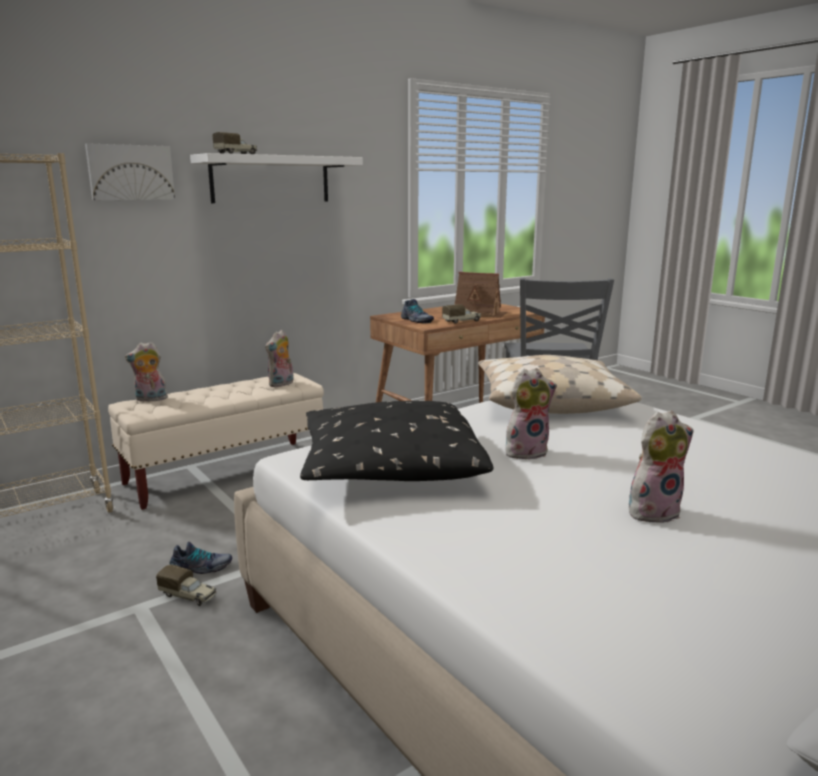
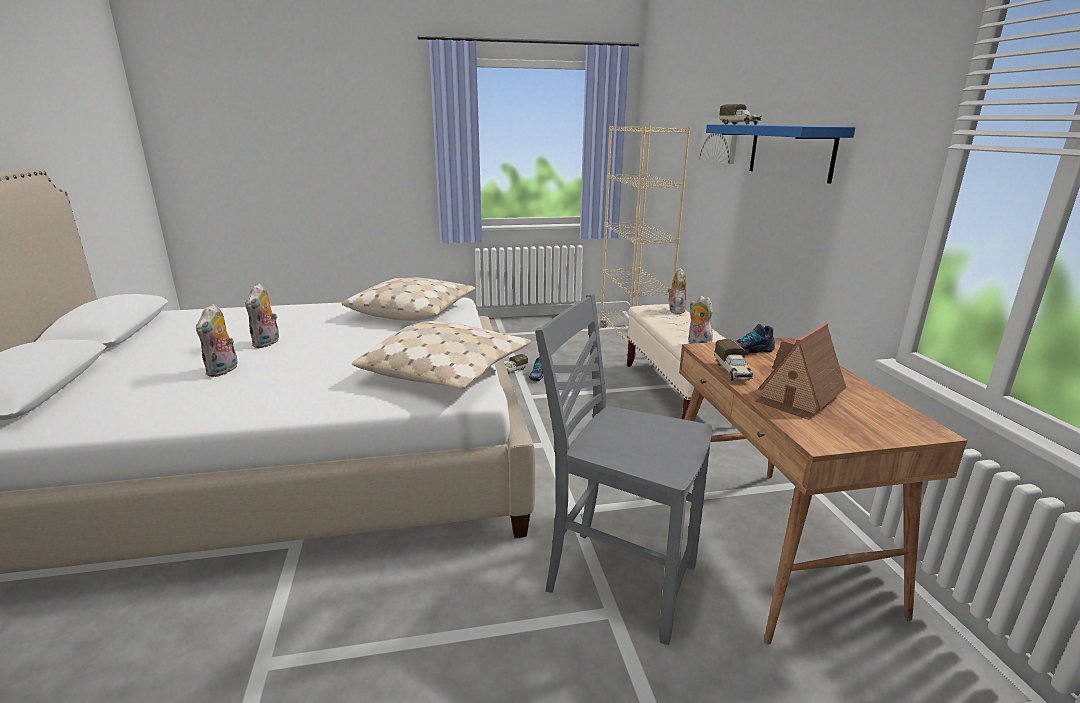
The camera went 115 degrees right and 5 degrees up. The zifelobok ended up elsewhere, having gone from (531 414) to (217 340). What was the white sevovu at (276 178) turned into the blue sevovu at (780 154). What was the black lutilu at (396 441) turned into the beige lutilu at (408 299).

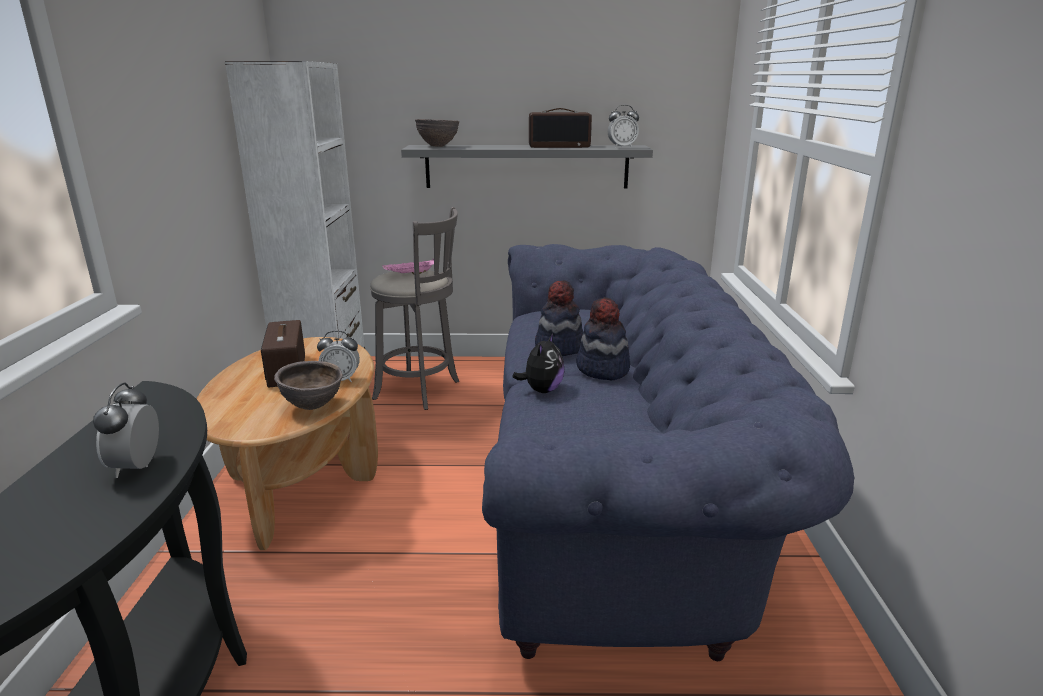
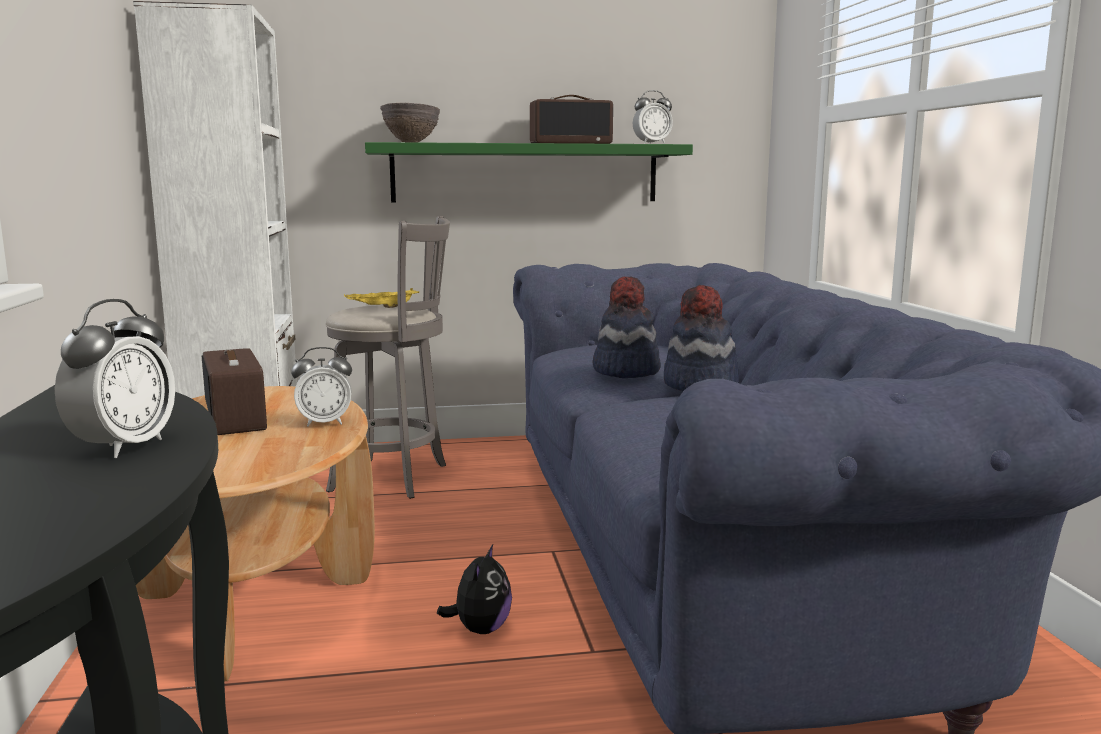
The camera went 10 degrees left and 10 degrees down. The second view lost the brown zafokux at (308 385). The zifelobok ended up elsewhere, having gone from (538 362) to (474 589). What was the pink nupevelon at (408 266) turned into the yellow nupevelon at (381 298). What was the grey sevovu at (527 166) turned into the green sevovu at (529 172). The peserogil at (126 430) ended up facing another way, 150 degrees counterclockwise from before.

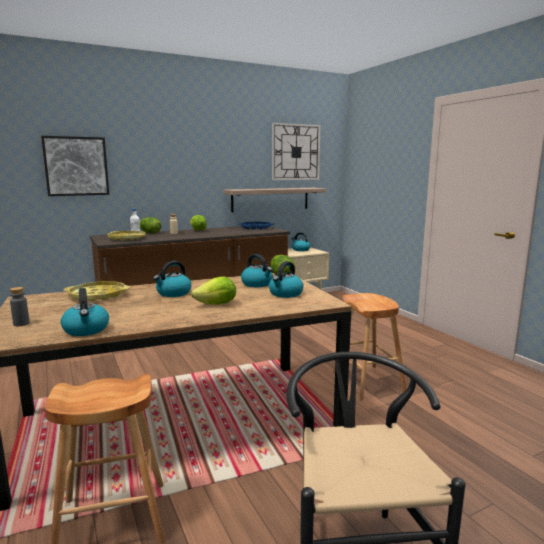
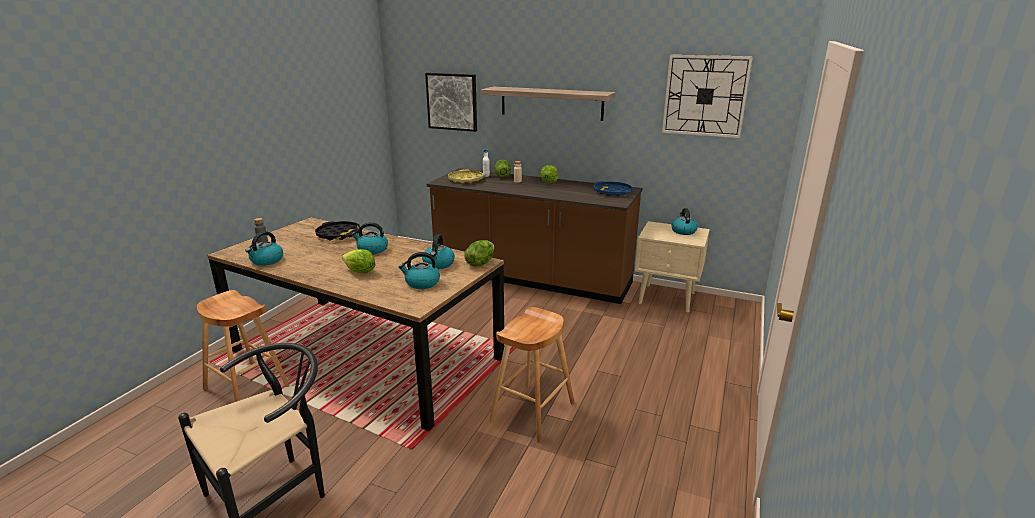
The camera went 50 degrees right and 10 degrees up. The sevovu ended up elsewhere, having gone from (274 200) to (547 104). What was the yellow nupevelon at (97 291) turned into the black nupevelon at (337 231).

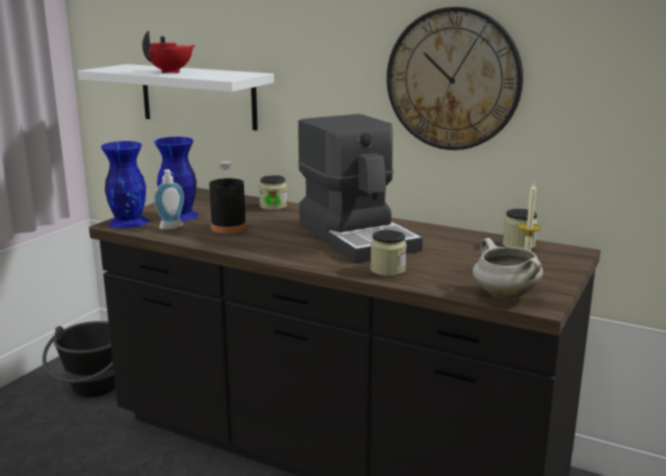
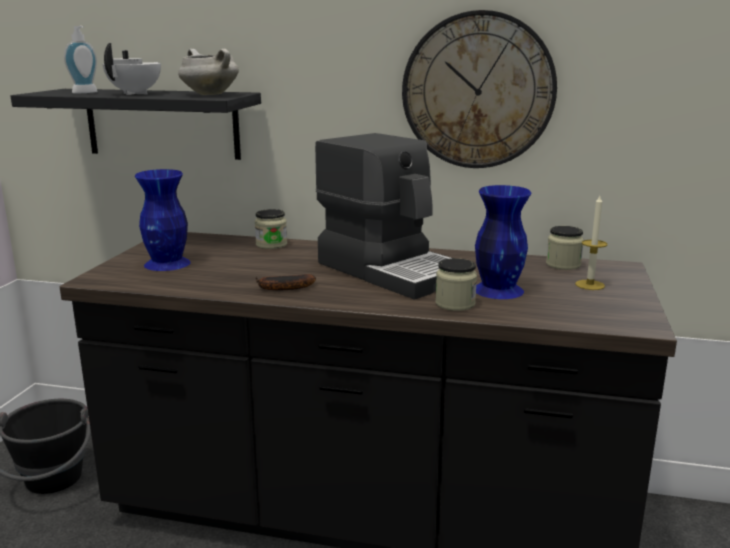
The camera went 15 degrees left and 0 degrees up. The second view lost the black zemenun at (227 197). The second view gained the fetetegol at (286 282). The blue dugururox ended up elsewhere, having gone from (125 184) to (503 242). The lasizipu ended up elsewhere, having gone from (169 199) to (80 60). The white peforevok ended up elsewhere, having gone from (508 269) to (208 72). What was the white sevovu at (176 97) turned into the black sevovu at (136 124). What was the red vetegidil at (168 52) turned into the white vetegidil at (131 69).

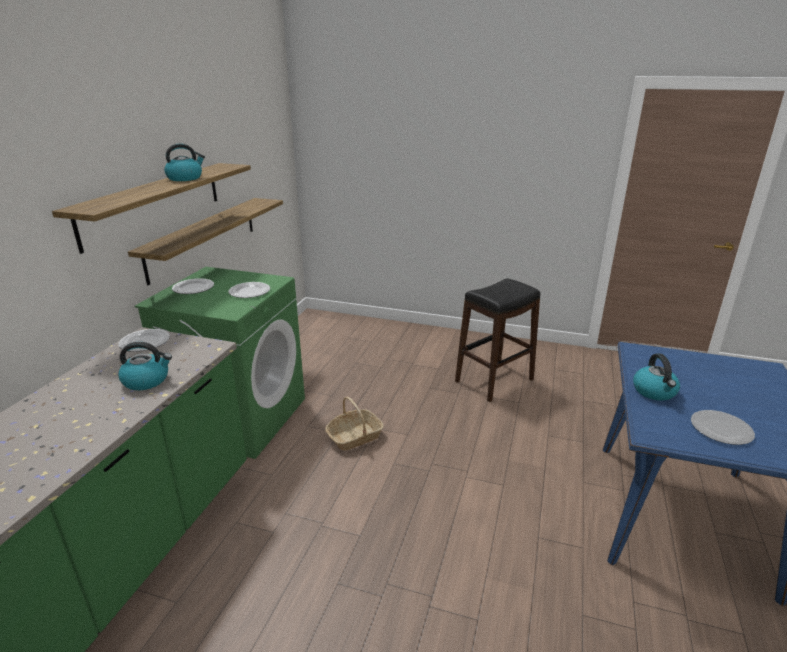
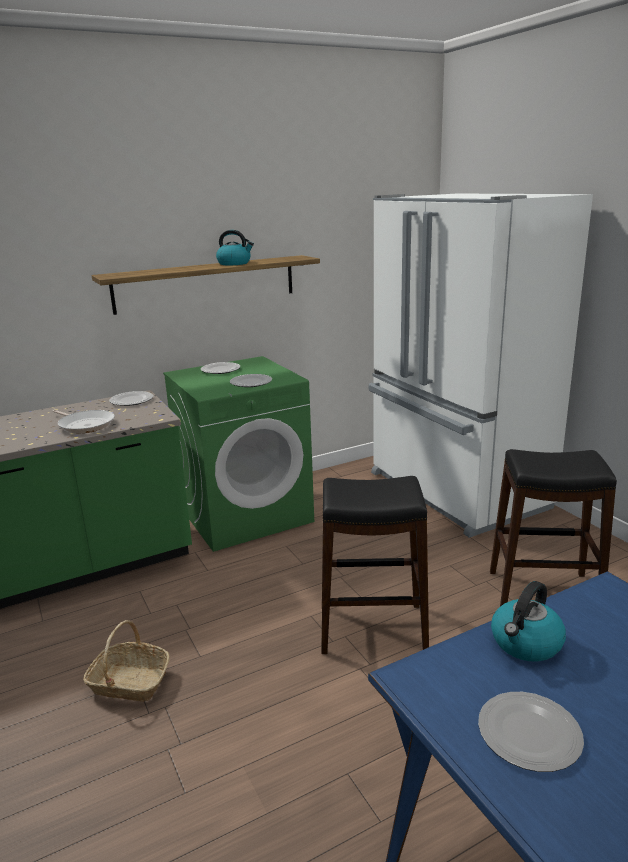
The camera went 45 degrees right and 5 degrees down. The second view lost the sevovu at (205 241). The second view gained the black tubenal at (375 565). The second view gained the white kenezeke at (481 366). The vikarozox ended up elsewhere, having gone from (354 424) to (126 661). Where the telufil stood at (145 366), the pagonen came to stand at (84 421).

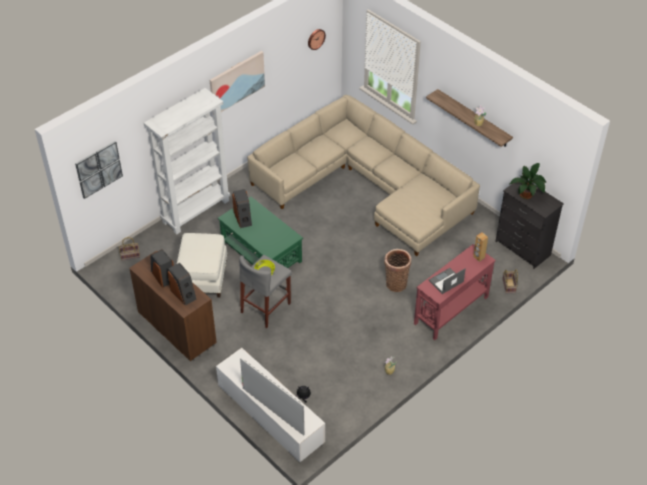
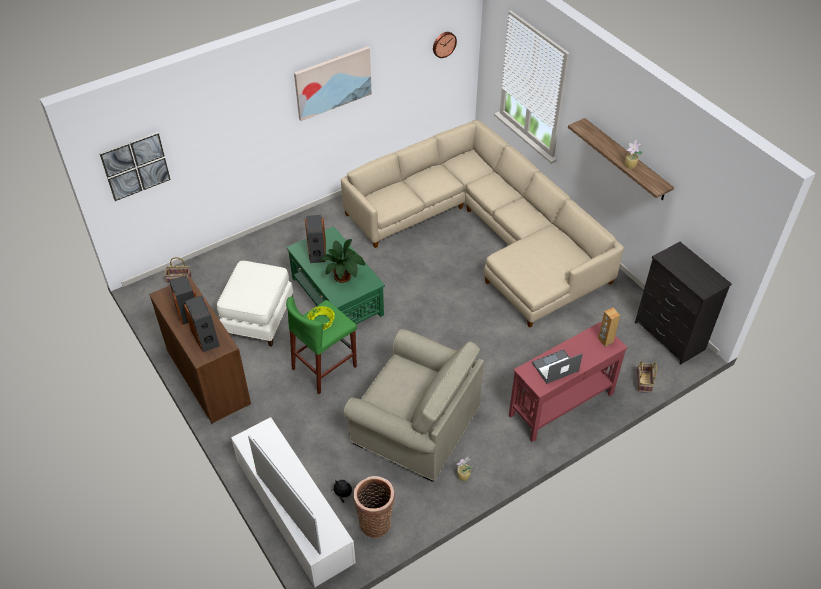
The camera went 10 degrees right and 0 degrees up. The second view lost the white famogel at (187 161). The second view gained the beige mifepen at (414 405). The vikarozox ended up elsewhere, having gone from (397 270) to (374 507). The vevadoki ended up elsewhere, having gone from (527 181) to (342 261). What was the grey tubenal at (265 291) turned into the green tubenal at (321 345).

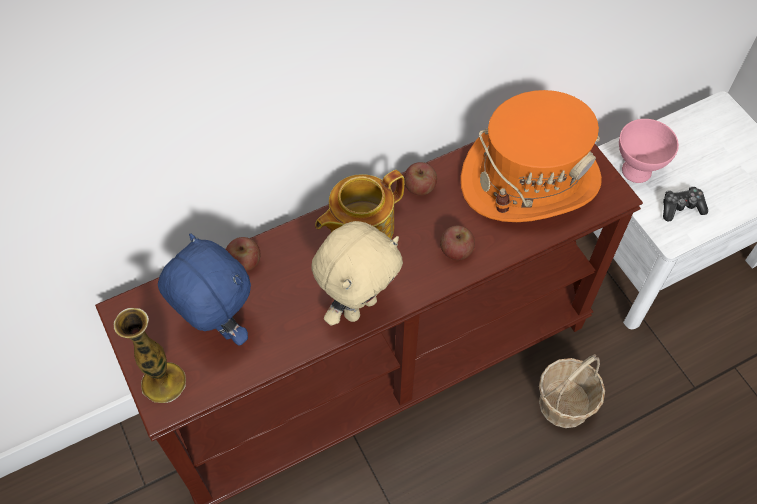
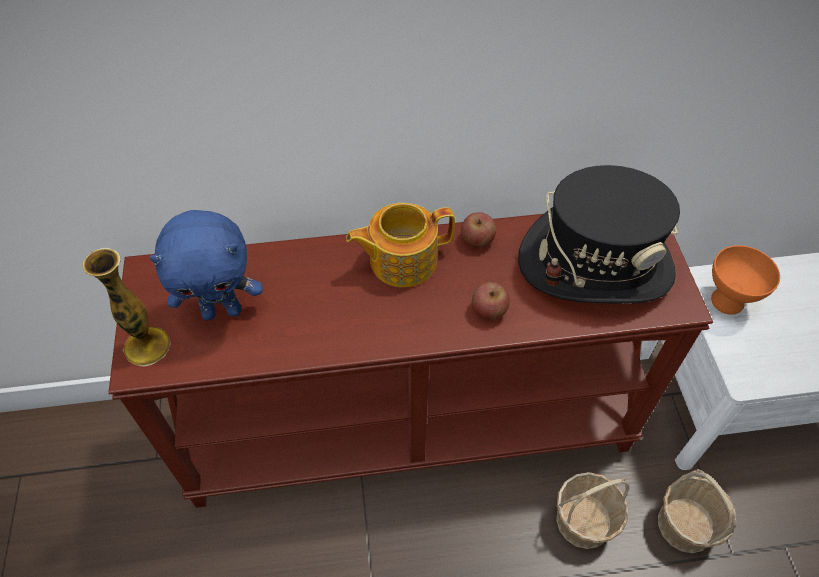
The camera went 20 degrees right and 5 degrees down. The second view lost the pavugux at (243 254). The second view lost the beige zifelobok at (357 273). The second view lost the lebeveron at (685 203). The second view gained the vikarozox at (697 511). What was the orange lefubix at (531 156) turned into the black lefubix at (599 234). What was the pink zafokux at (649 151) turned into the orange zafokux at (745 280). The blue zifelobok at (204 289) ended up facing another way, 105 degrees clockwise from before.

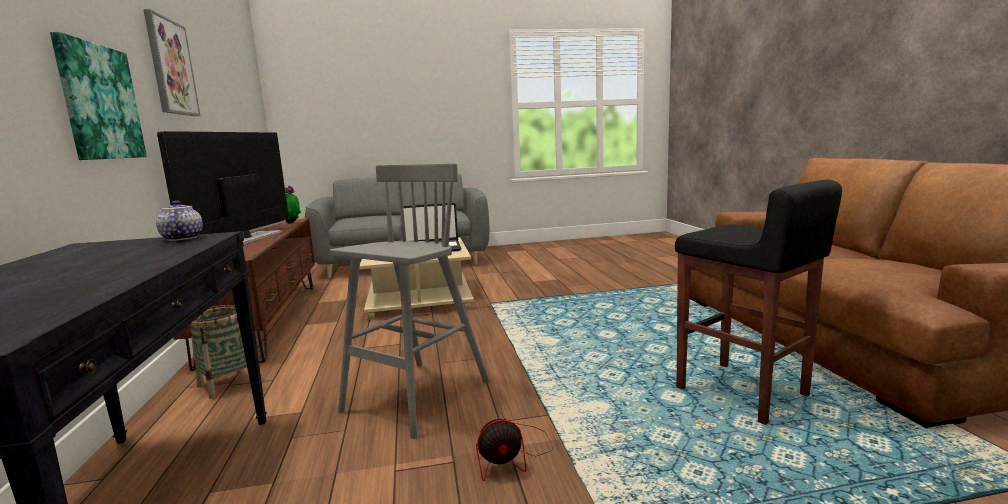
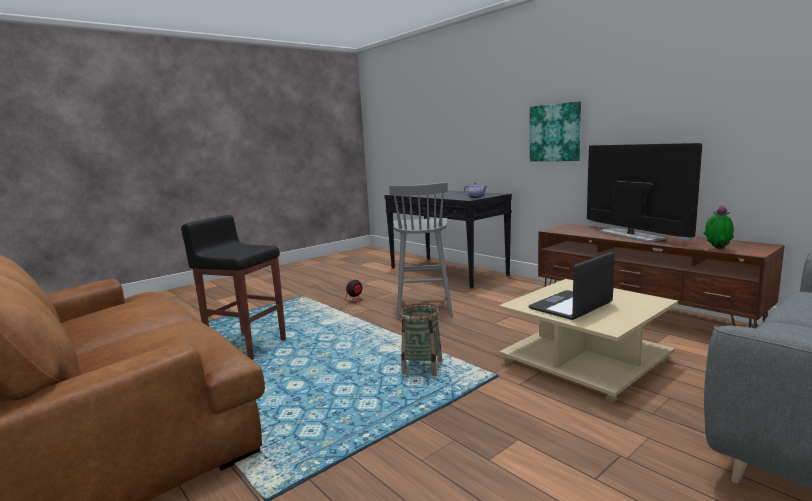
The camera went 150 degrees right and 0 degrees up. The second view lost the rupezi at (171 62). The vikarozox ended up elsewhere, having gone from (219 352) to (421 339).

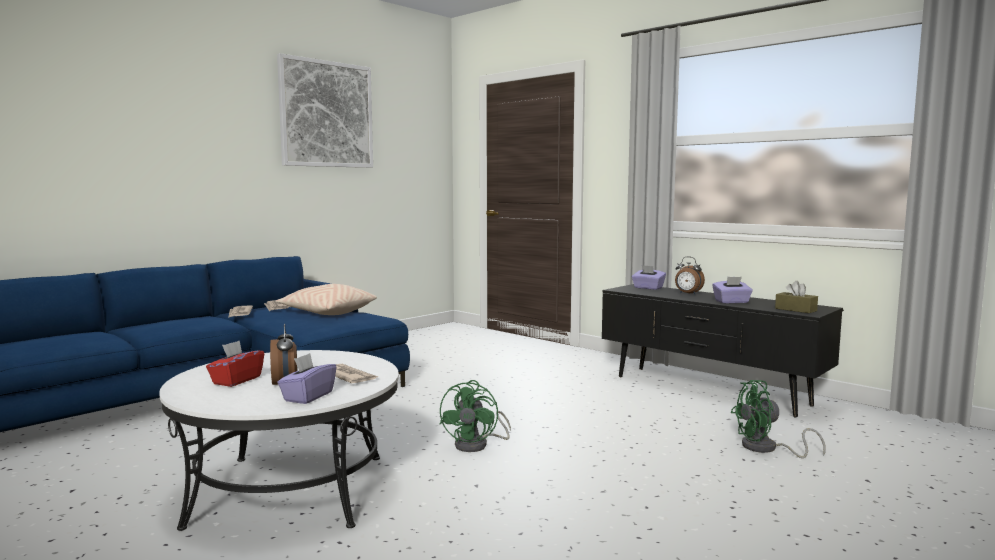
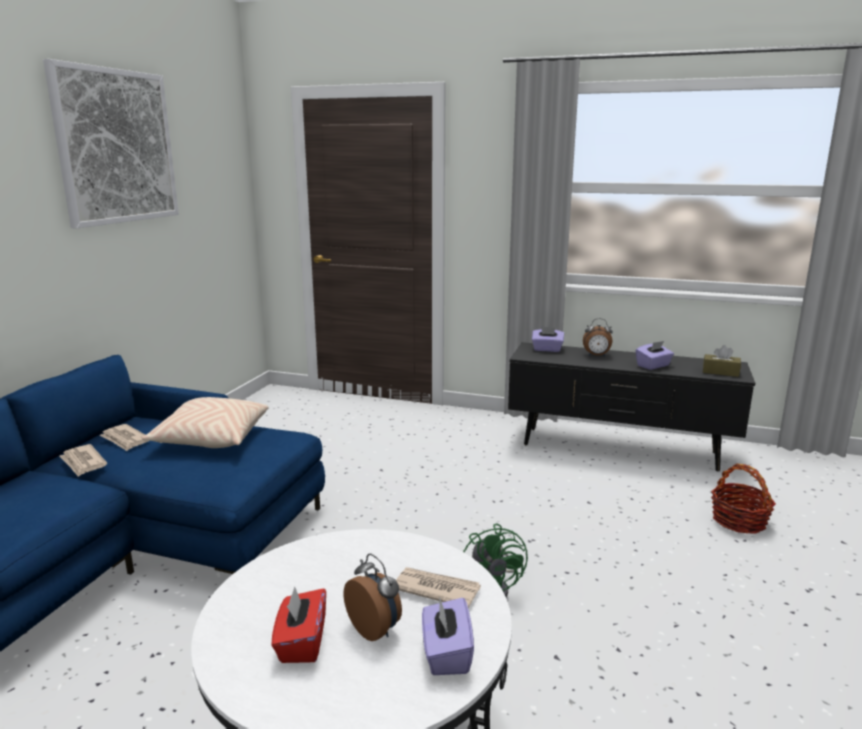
The camera went 25 degrees left and 10 degrees up. Where the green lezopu stood at (778 419), the vikarozox came to stand at (743 499).

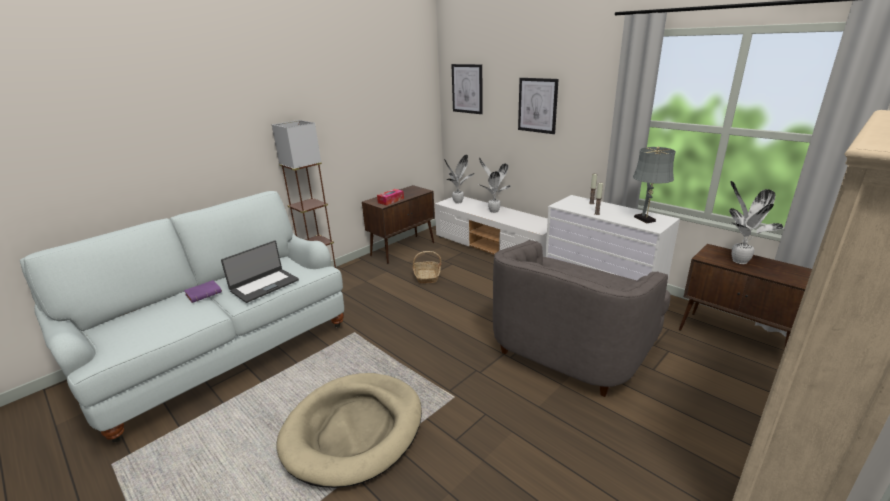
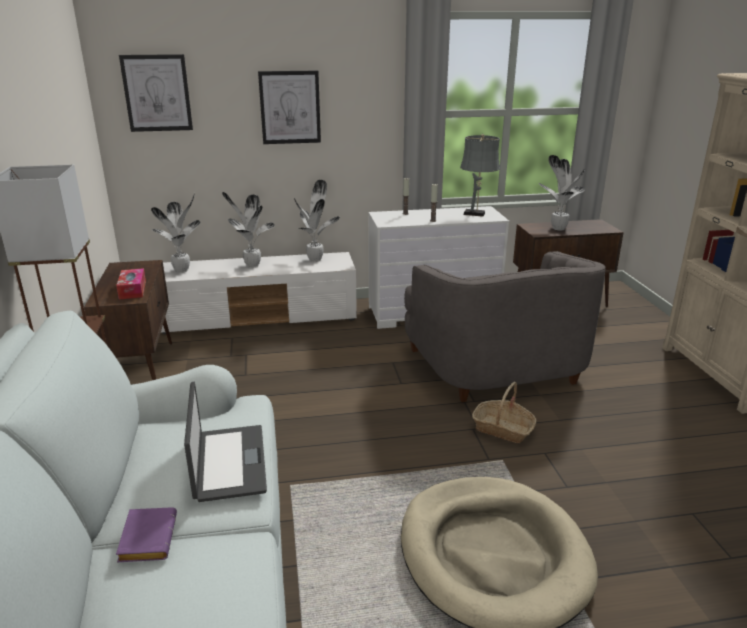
The camera went 55 degrees left and 0 degrees up. The second view gained the vevadoki at (317 221). The vikarozox ended up elsewhere, having gone from (427 267) to (504 412).

